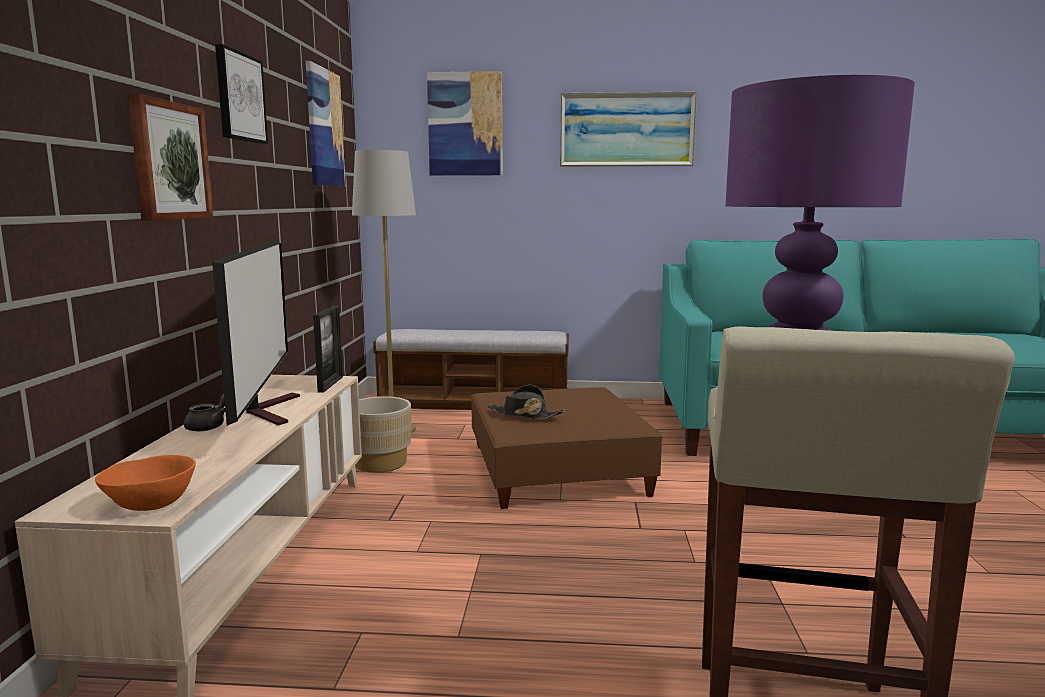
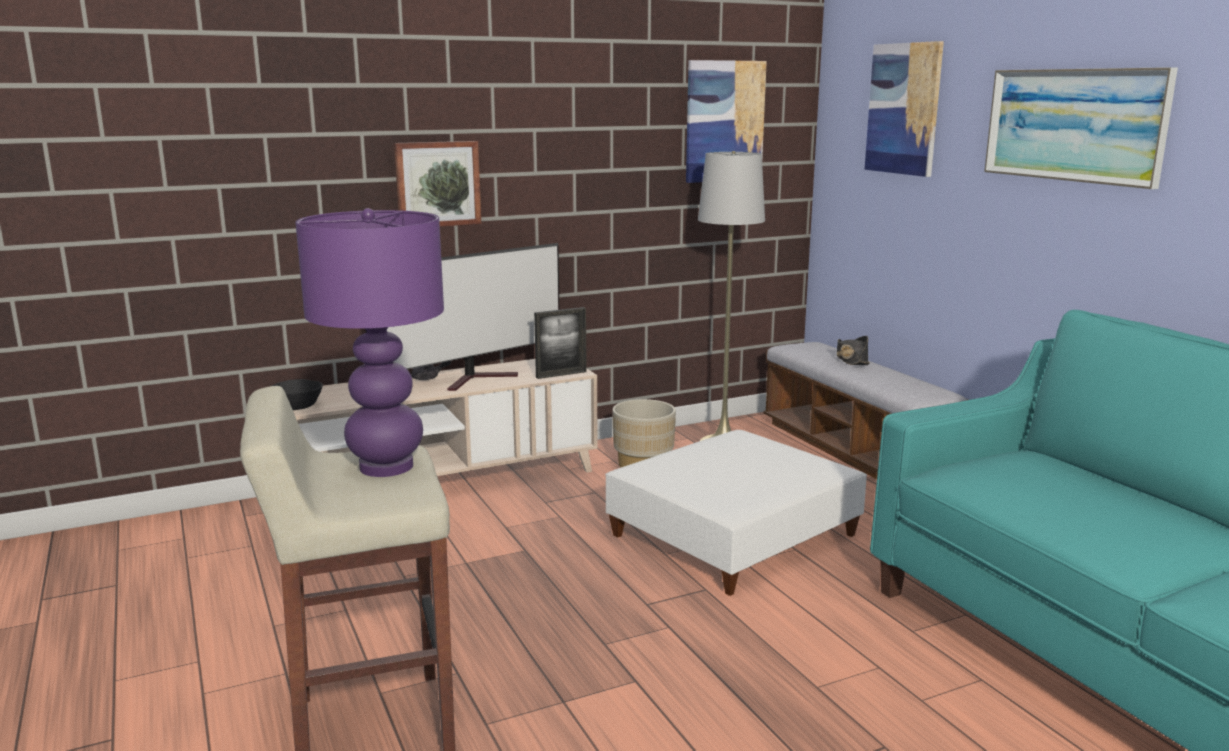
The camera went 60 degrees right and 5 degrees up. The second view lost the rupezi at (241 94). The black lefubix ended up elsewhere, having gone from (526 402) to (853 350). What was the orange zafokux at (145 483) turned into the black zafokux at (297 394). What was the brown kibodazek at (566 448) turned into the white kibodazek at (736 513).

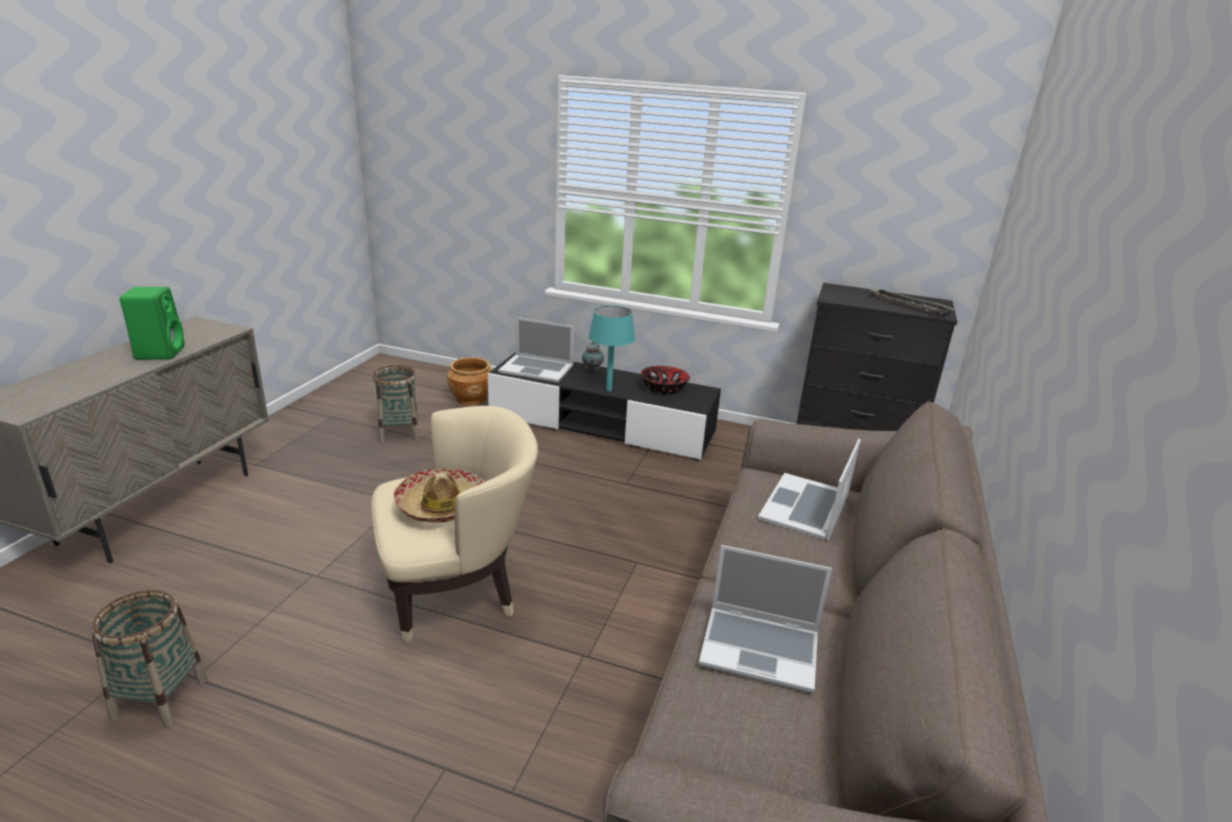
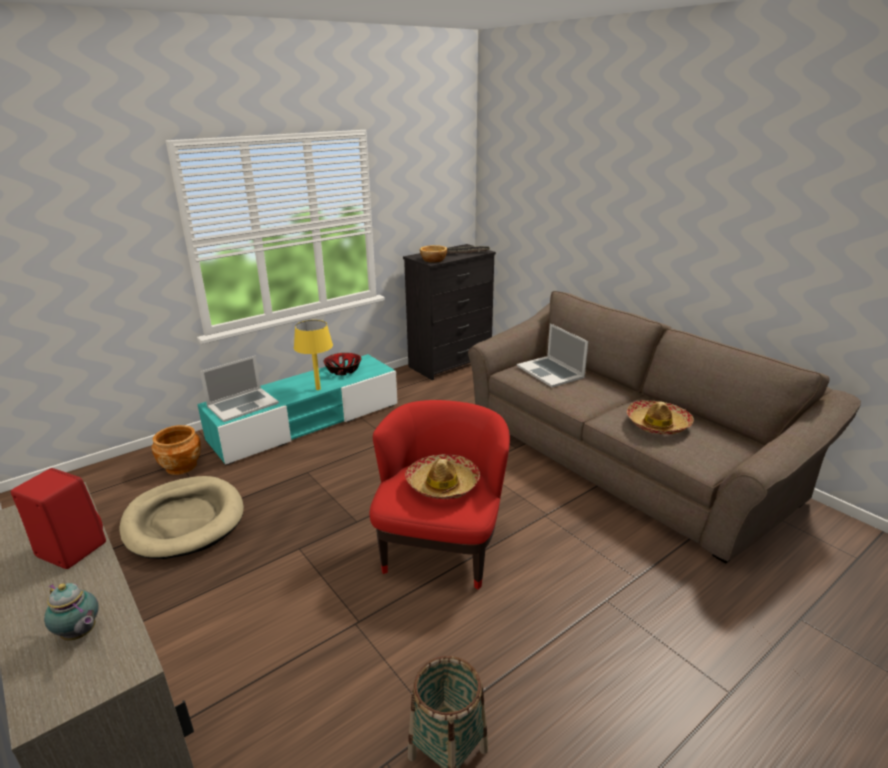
The camera went 55 degrees left and 0 degrees up. The second view gained the zafokux at (433 254). The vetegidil ended up elsewhere, having gone from (593 356) to (71 612). Where the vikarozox stood at (396 403), the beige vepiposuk came to stand at (181 517). Where the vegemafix stood at (765 619), the lefubix came to stand at (660 417). What was the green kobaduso at (152 323) turned into the red kobaduso at (58 518). What was the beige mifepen at (454 524) turned into the red mifepen at (439 495). What was the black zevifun at (604 406) turned into the turquoise zevifun at (297 409). What was the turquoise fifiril at (611 348) turned into the yellow fifiril at (313 355).

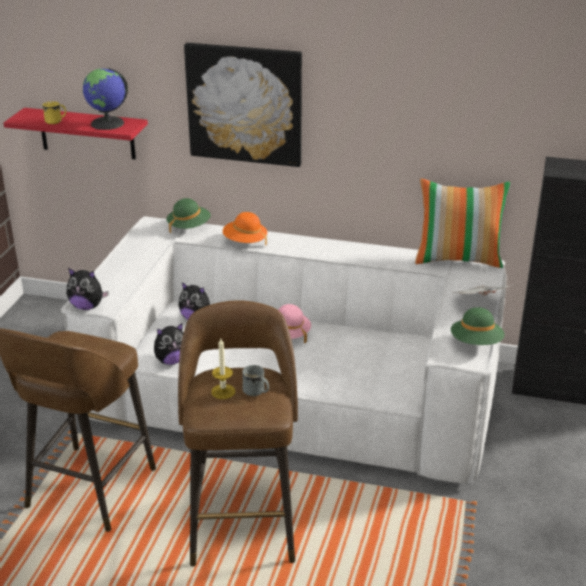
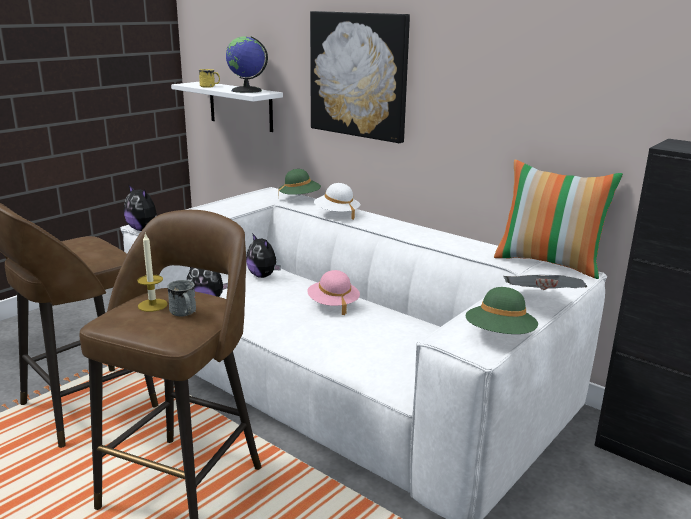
The camera went 25 degrees right and 10 degrees down. What was the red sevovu at (76 133) turned into the white sevovu at (227 107). What was the orange lefubix at (245 229) turned into the white lefubix at (337 201).

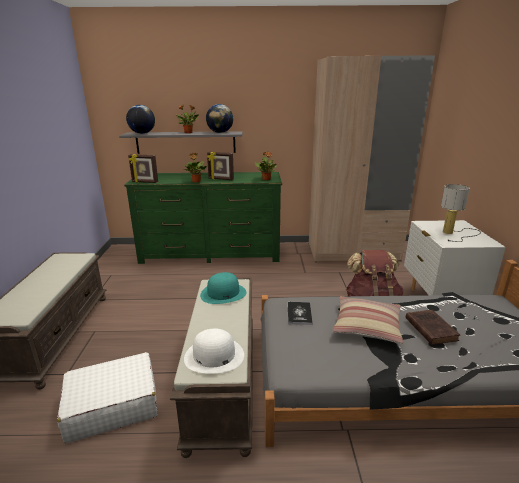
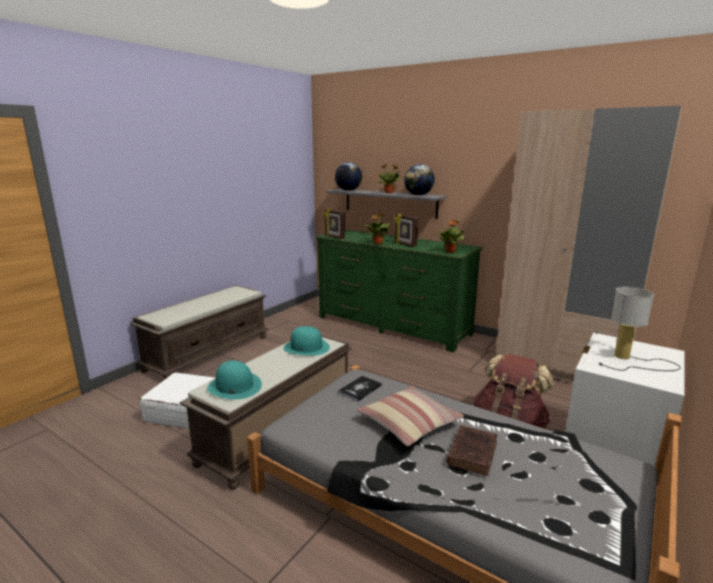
The camera went 35 degrees right and 5 degrees down. What was the white lefubix at (214 351) turned into the turquoise lefubix at (234 380).

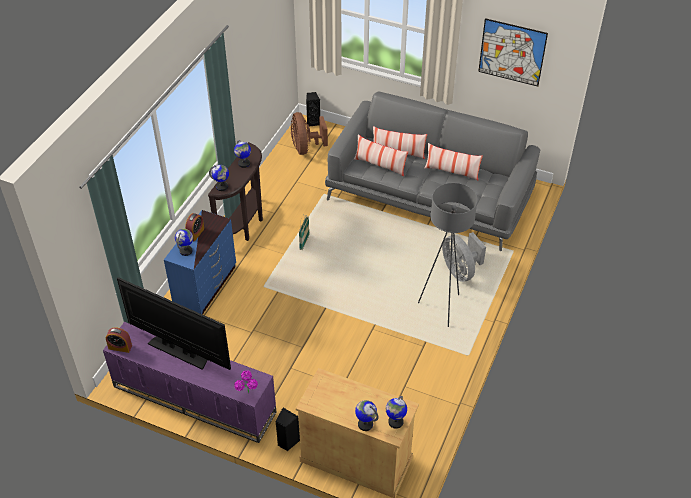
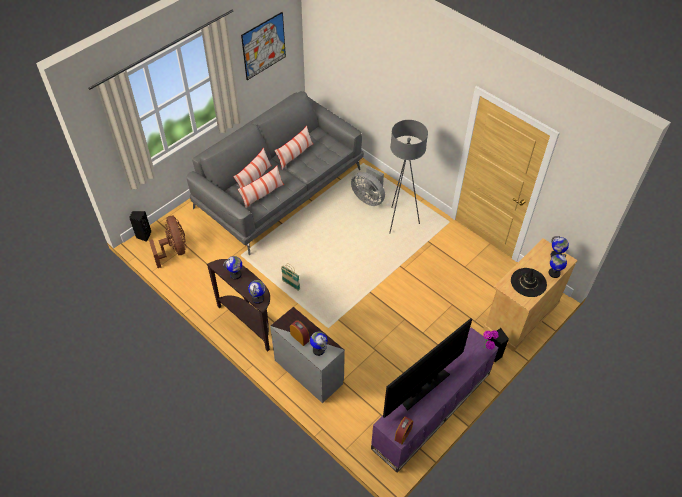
The camera went 70 degrees left and 5 degrees up. The second view gained the black lefubix at (529 282). What was the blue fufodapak at (200 262) turned into the grey fufodapak at (307 355). The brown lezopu at (309 133) ended up facing another way, 120 degrees counterclockwise from before. The grey lezopu at (464 257) ended up facing another way, 45 degrees clockwise from before.

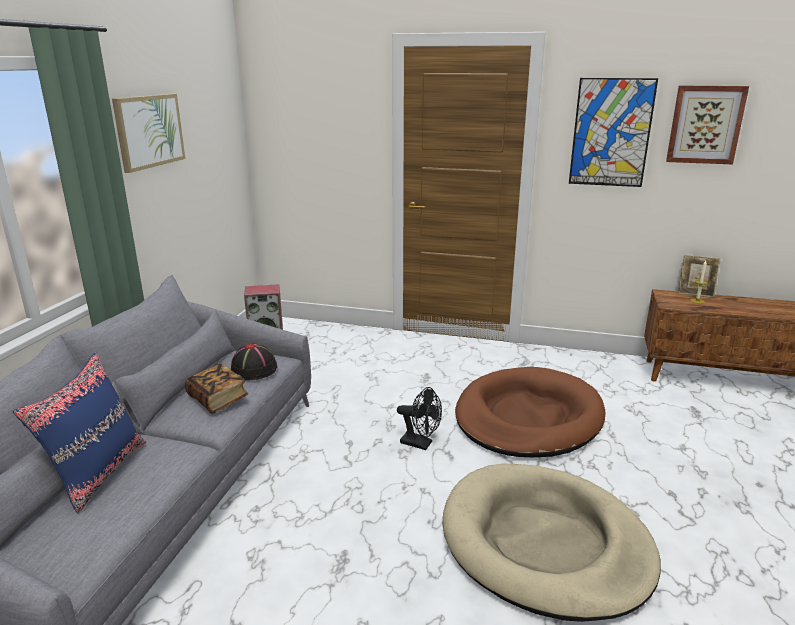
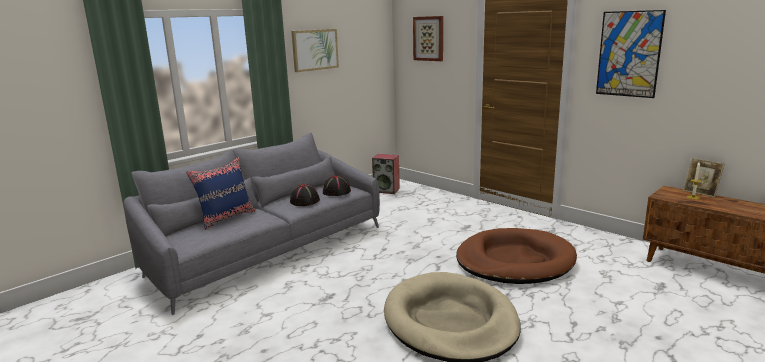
The camera went 30 degrees right and 5 degrees down. The second view lost the black lezopu at (419 418). The rupezi ended up elsewhere, having gone from (707 124) to (428 38). Where the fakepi stood at (216 388), the black lefubix came to stand at (305 195).

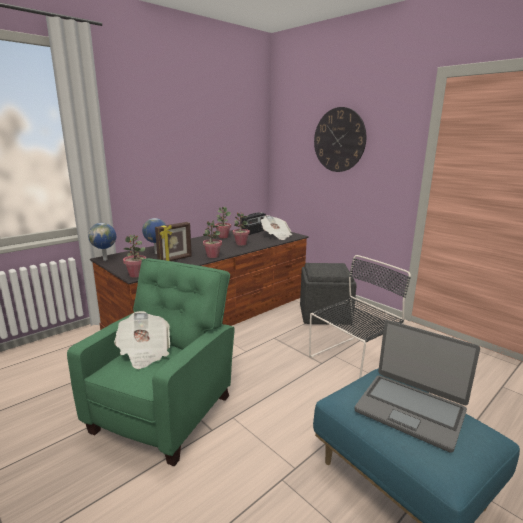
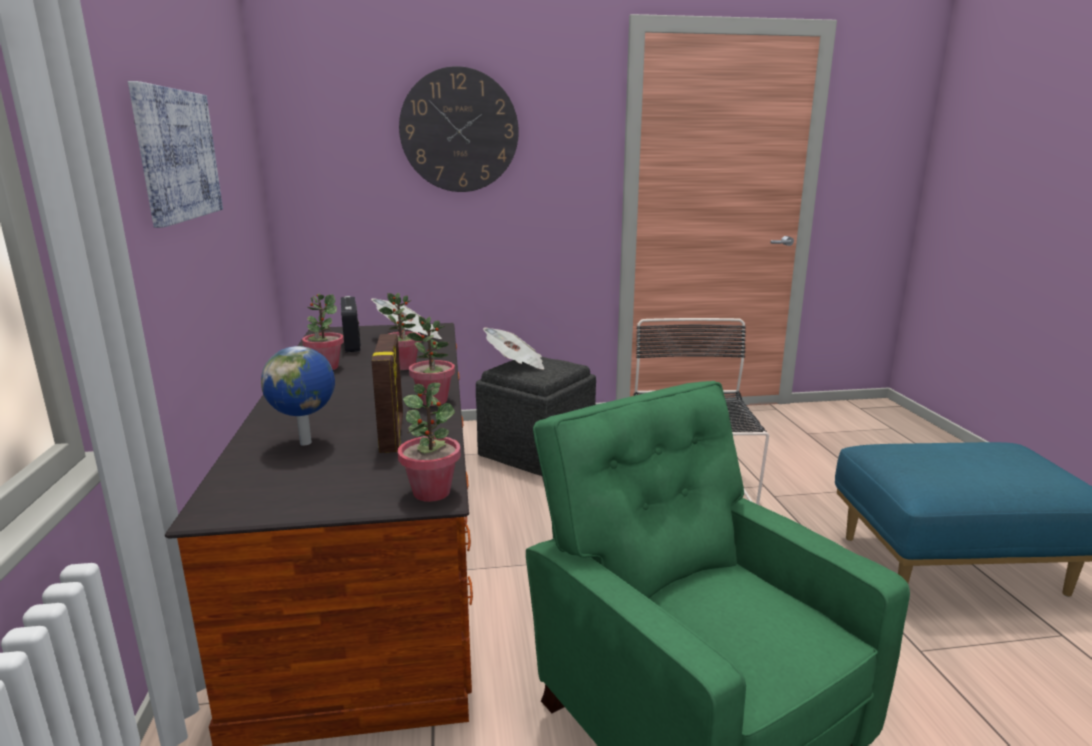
The camera went 55 degrees left and 0 degrees up. The second view lost the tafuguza at (102 242). The second view lost the vegemafix at (417 386). The second view gained the rupezi at (175 154). The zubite ended up elsewhere, having gone from (142 340) to (513 348).

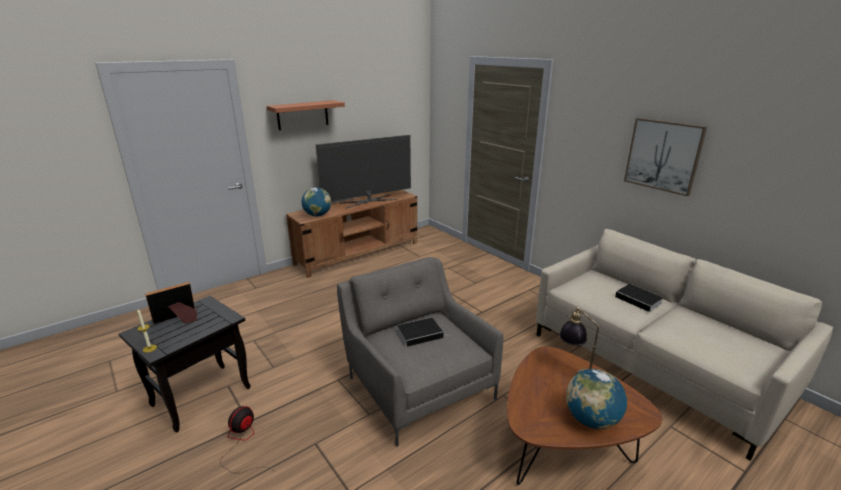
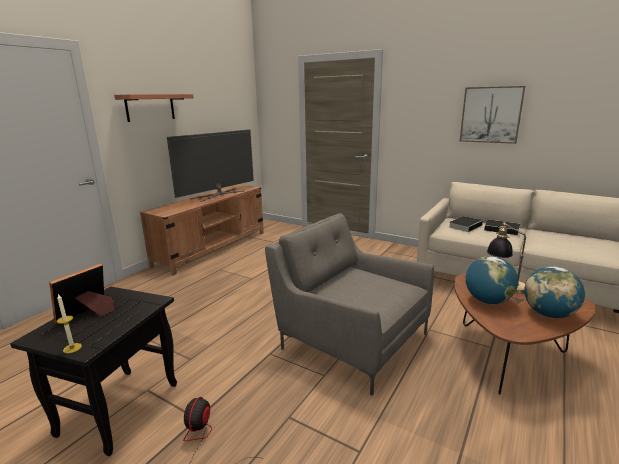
The camera went 20 degrees left and 5 degrees down. The tafuguza ended up elsewhere, having gone from (316 202) to (492 280). The fakepi ended up elsewhere, having gone from (423 332) to (466 224).

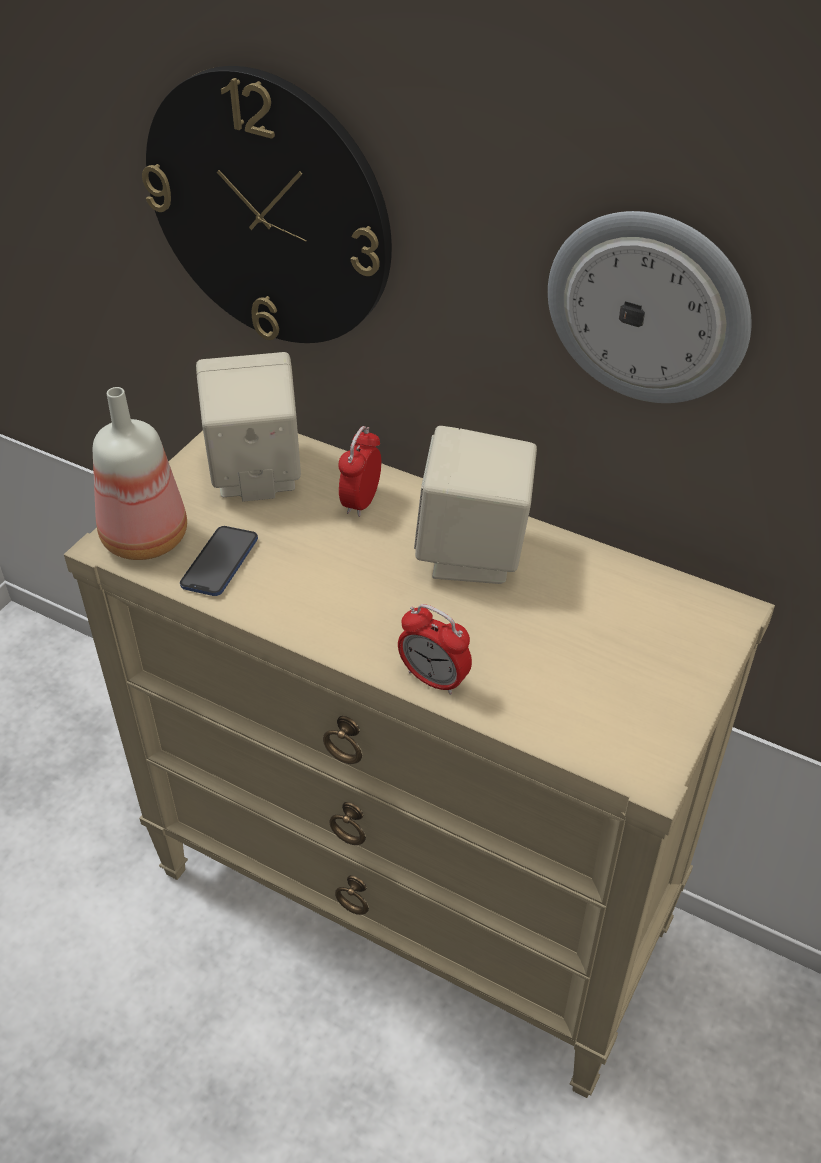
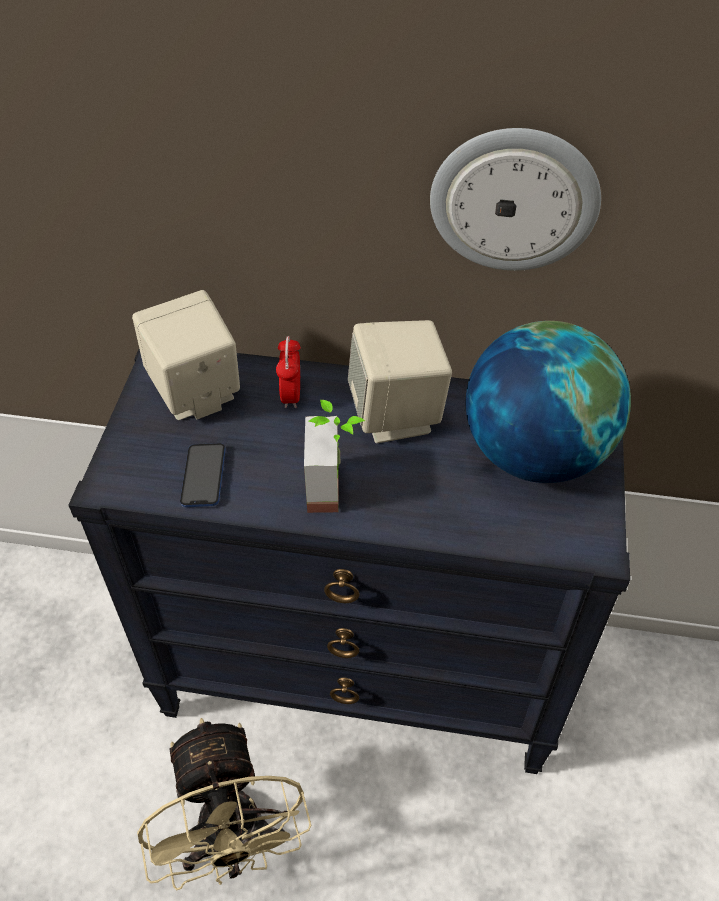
The camera went 20 degrees left and 5 degrees up. The second view lost the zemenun at (140 473). The second view lost the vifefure at (267 204). The second view lost the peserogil at (435 649). The second view gained the beige lezopu at (224 804). The second view gained the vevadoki at (334 456). The second view gained the tafuguza at (548 402). What was the beige fufodapak at (419 764) turned into the black fufodapak at (349 561).

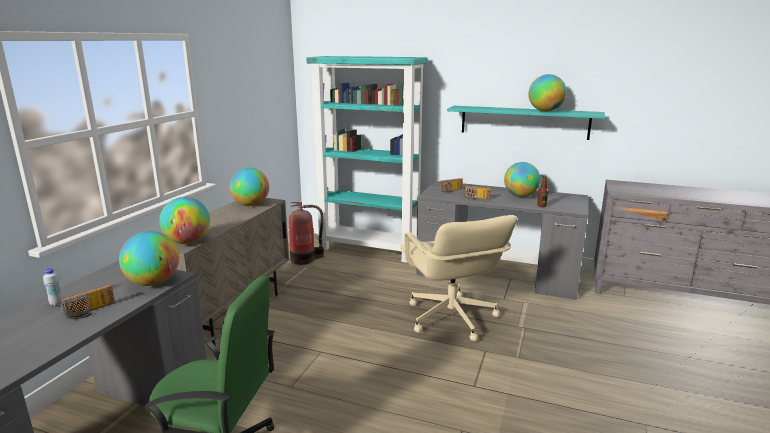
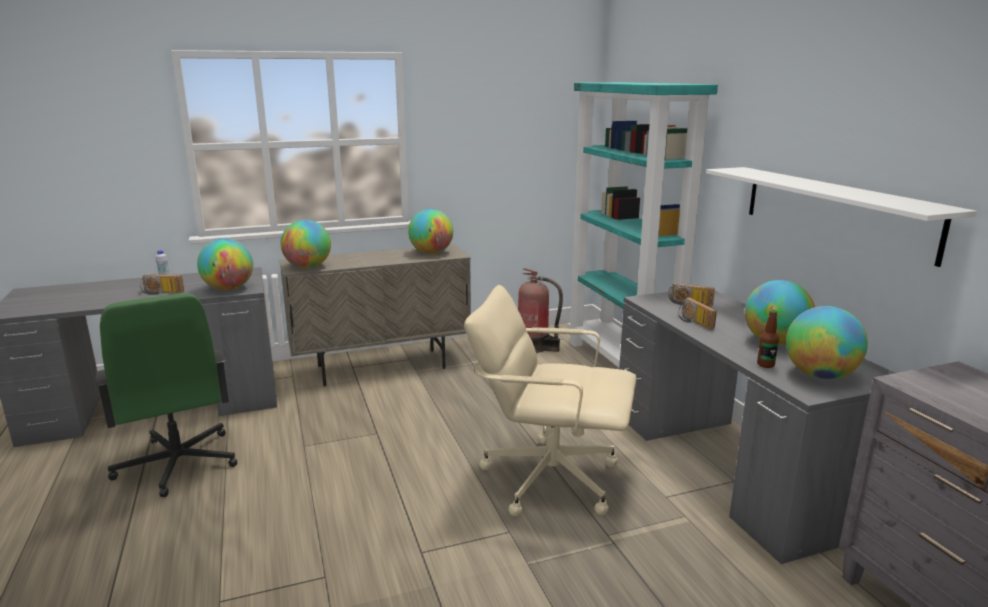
The camera went 50 degrees right and 0 degrees up. The tafuguza ended up elsewhere, having gone from (548 92) to (827 342). What was the turquoise sevovu at (526 123) turned into the white sevovu at (841 217). The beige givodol at (459 278) ended up facing another way, 75 degrees clockwise from before.

